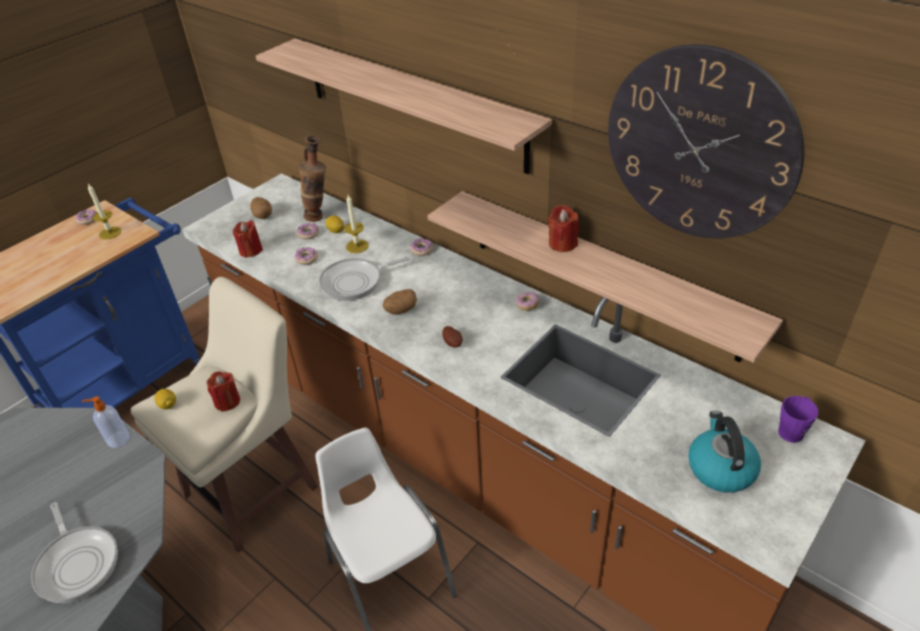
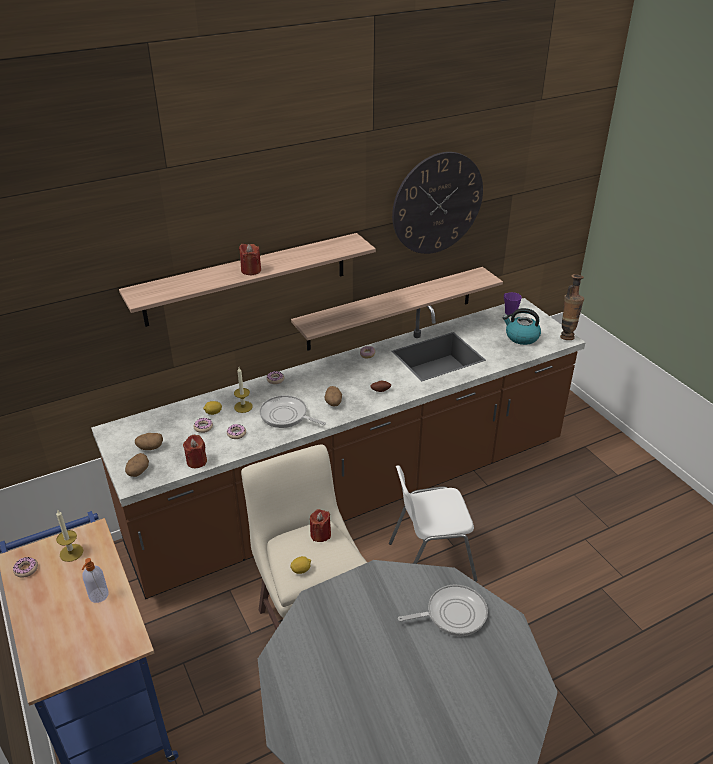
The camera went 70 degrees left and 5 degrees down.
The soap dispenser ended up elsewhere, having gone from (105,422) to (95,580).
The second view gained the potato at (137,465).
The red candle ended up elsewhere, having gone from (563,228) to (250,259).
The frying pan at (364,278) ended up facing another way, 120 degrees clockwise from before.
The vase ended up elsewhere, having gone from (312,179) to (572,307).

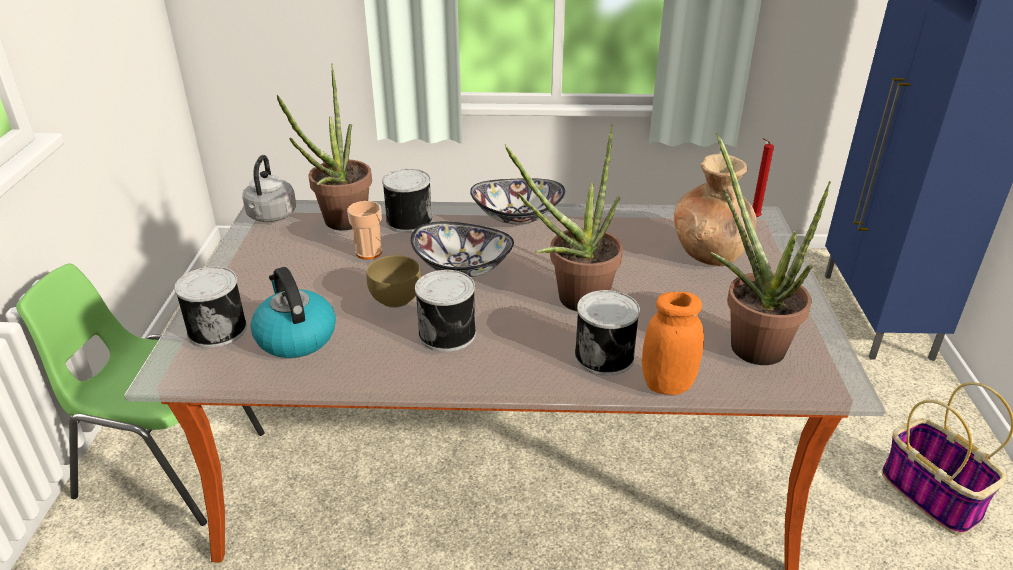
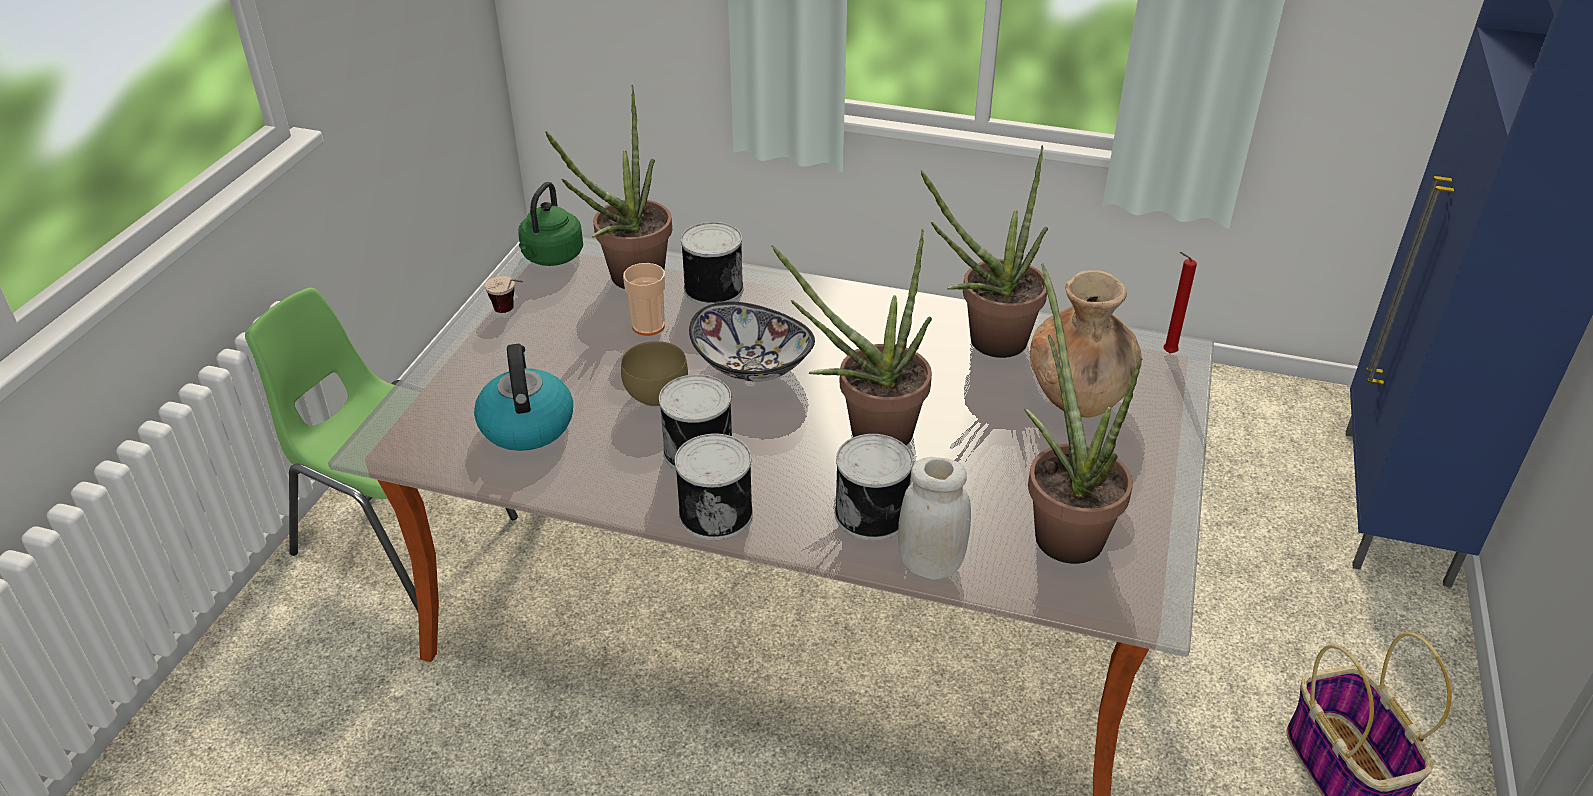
The camera went 15 degrees right and 5 degrees up.
The second view gained the cup at (504,294).
What was the grey kettle at (269,188) turned into the green kettle at (550,224).
The can ended up elsewhere, having gone from (210,307) to (713,486).
What was the orange jar at (673,343) turned into the white jar at (934,518).
The second view gained the potted plant at (984,251).
The second view lost the bowl at (517,201).

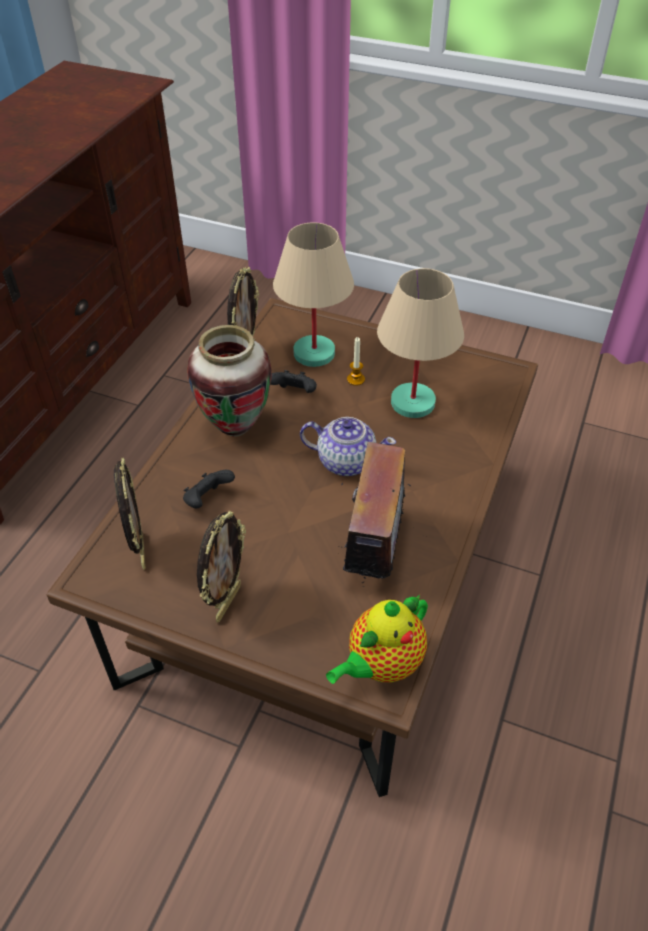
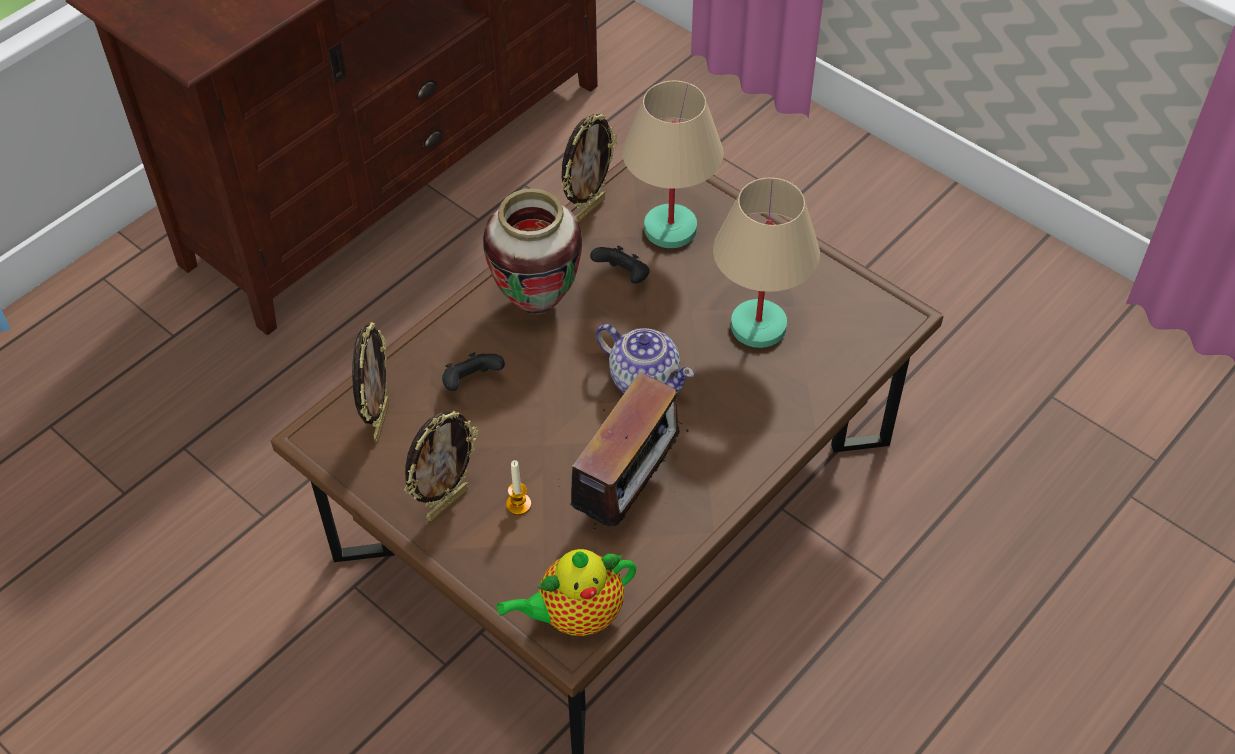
The camera went 20 degrees right and 5 degrees up.
The candle ended up elsewhere, having gone from (356,361) to (518,487).

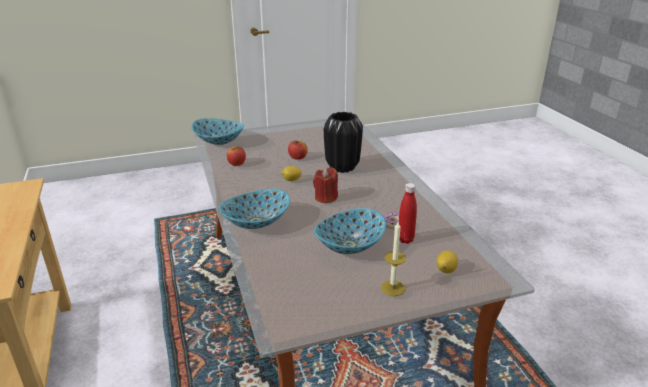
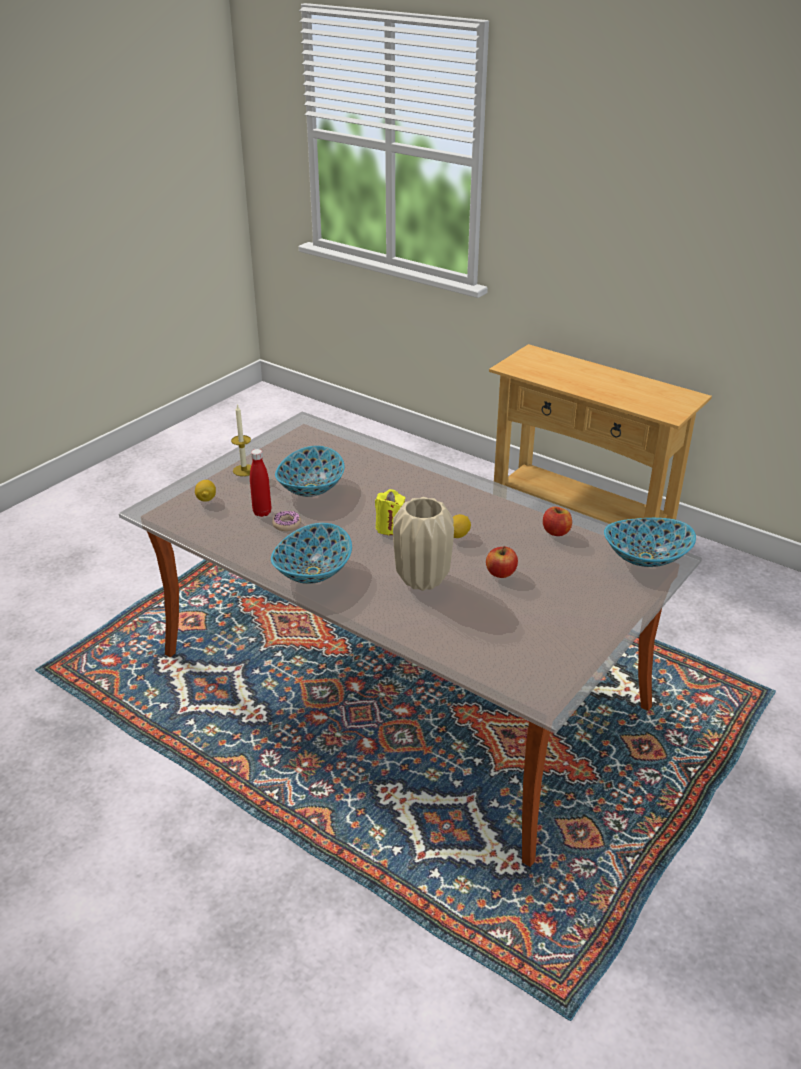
The camera went 145 degrees right and 5 degrees up.
The bowl ended up elsewhere, having gone from (254,209) to (311,553).
What was the red candle at (325,185) turned into the yellow candle at (390,512).
What was the black vase at (343,142) turned into the beige vase at (423,544).

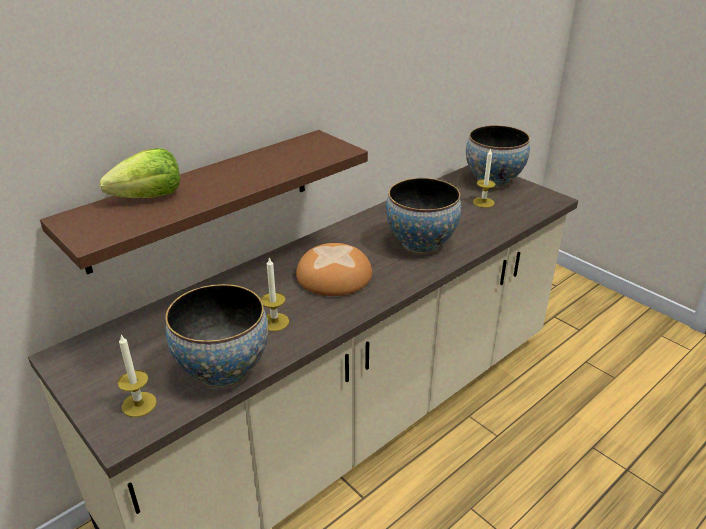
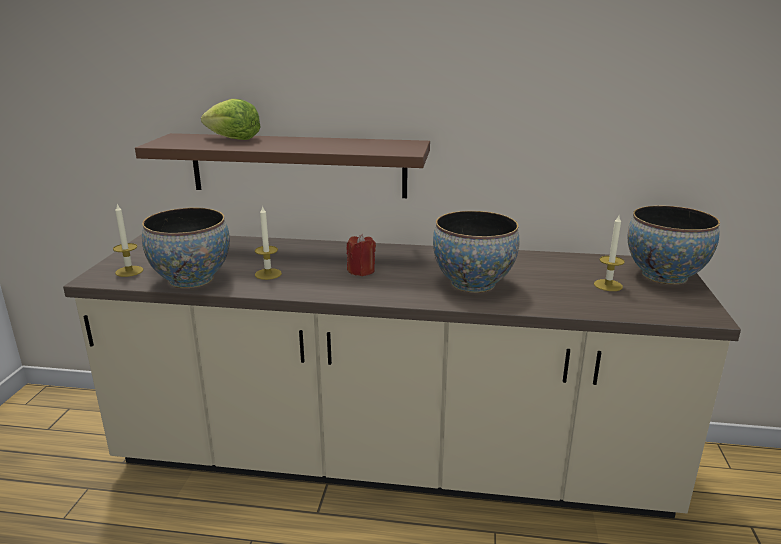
The camera went 50 degrees right and 10 degrees down.
Where the bread stood at (334,269), the red candle came to stand at (361,255).

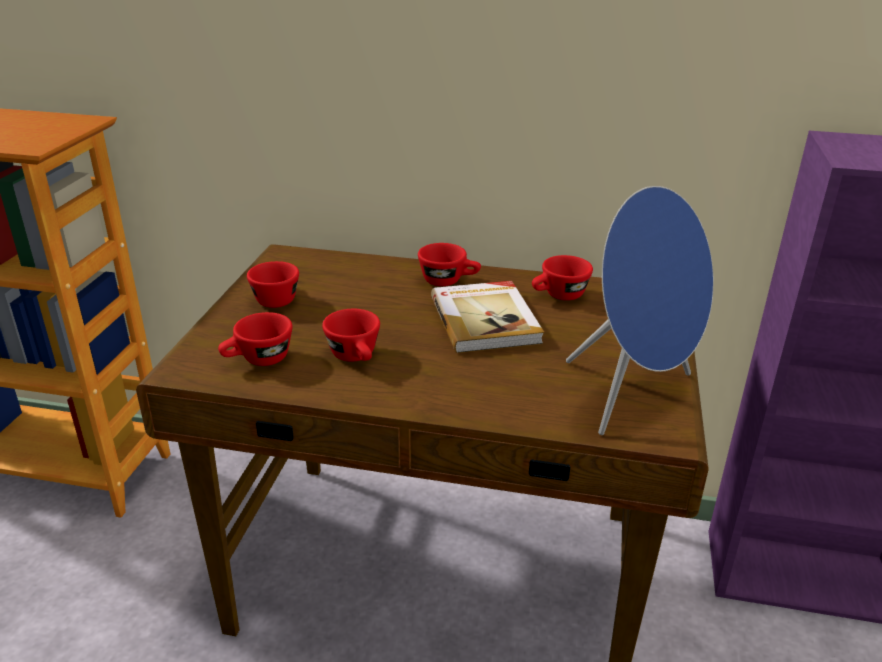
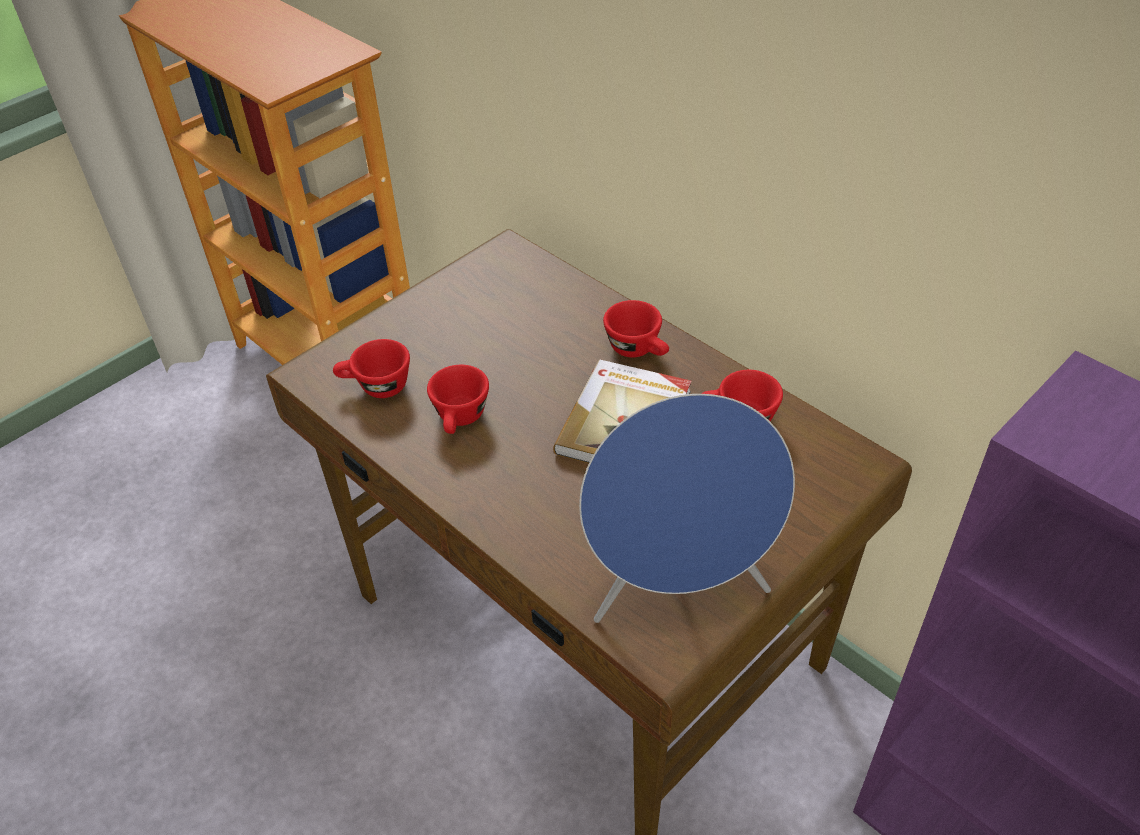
The camera went 35 degrees right and 15 degrees up.
The second view lost the red cup at (273,284).

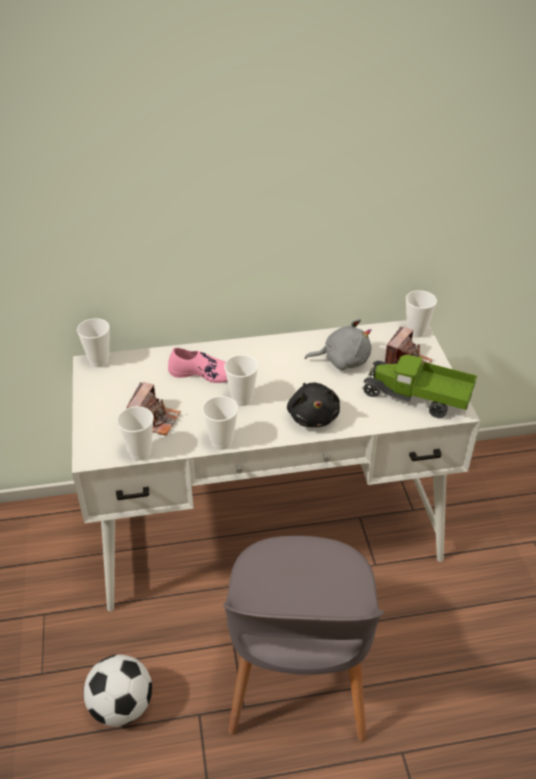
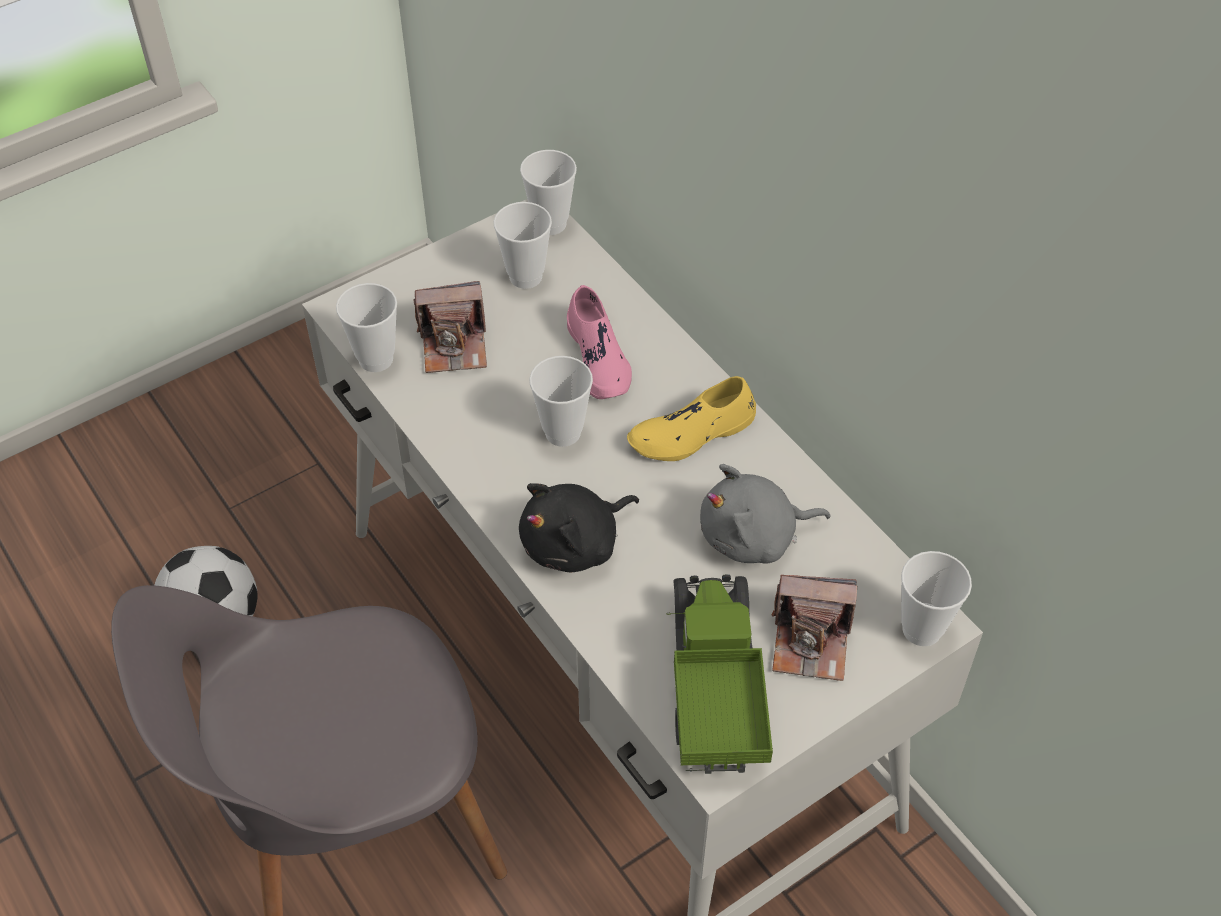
The camera went 65 degrees right and 10 degrees up.
The cup ended up elsewhere, having gone from (220,423) to (522,245).
The second view gained the yellow shoe at (691,418).
The grey plush toy at (338,344) ended up facing another way, 105 degrees clockwise from before.

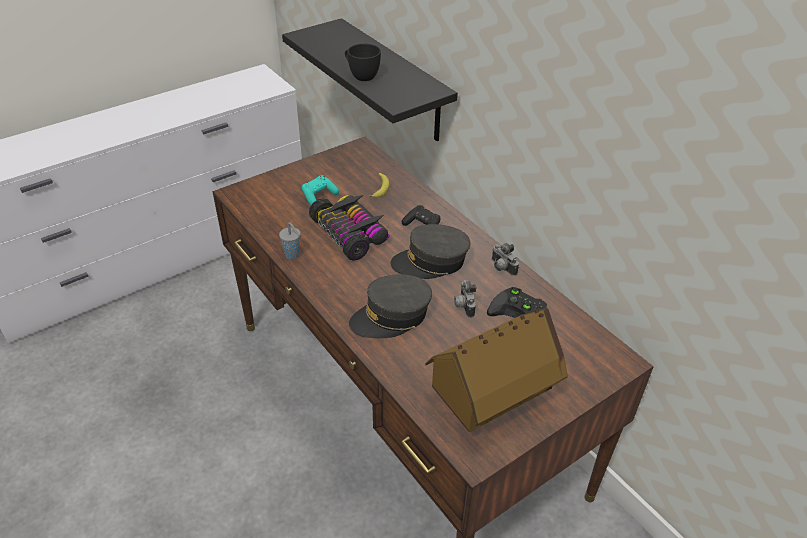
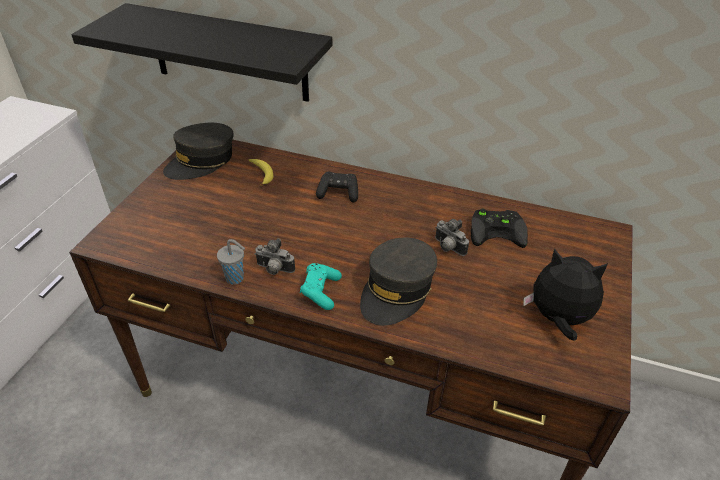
The camera went 35 degrees left and 0 degrees up.
The grey cap ended up elsewhere, having gone from (430,251) to (198,151).
The photo camera ended up elsewhere, having gone from (505,259) to (275,256).
The turquoise game controller ended up elsewhere, having gone from (320,190) to (321,286).
Where the toy house stood at (496,370), the plush toy came to stand at (565,294).
The second view lost the toy car at (349,228).
The second view lost the black cup at (363,62).

